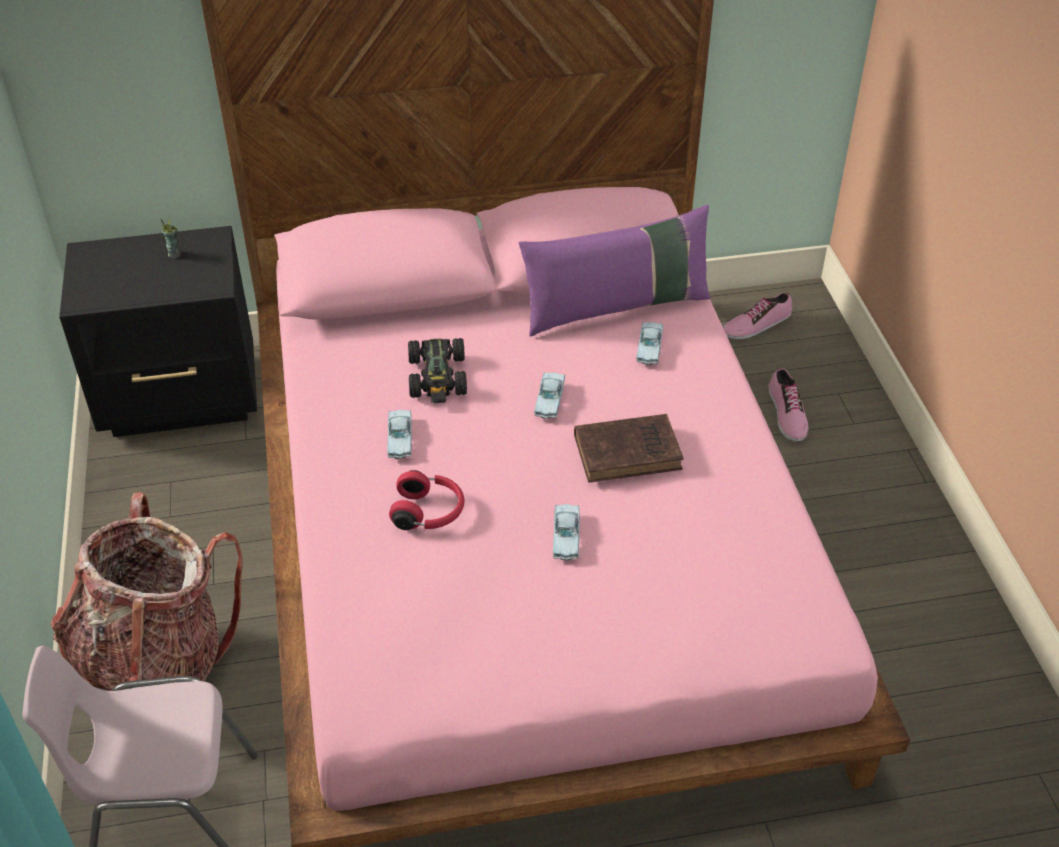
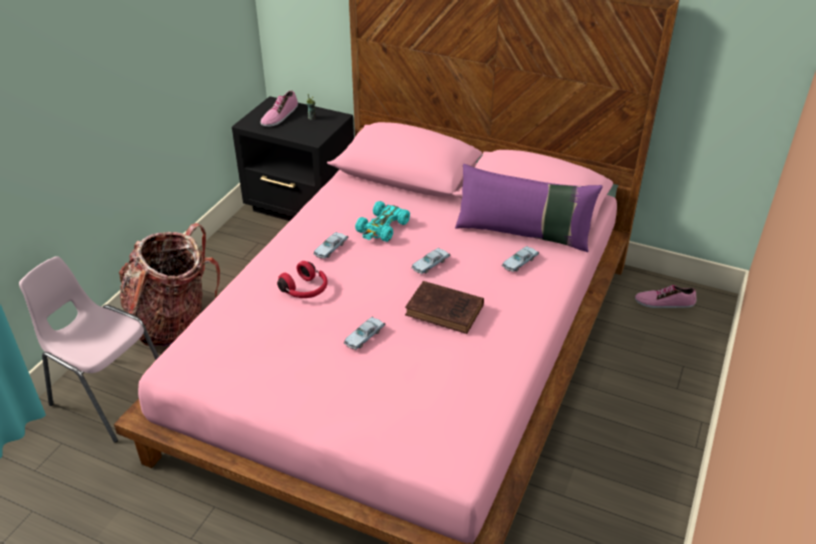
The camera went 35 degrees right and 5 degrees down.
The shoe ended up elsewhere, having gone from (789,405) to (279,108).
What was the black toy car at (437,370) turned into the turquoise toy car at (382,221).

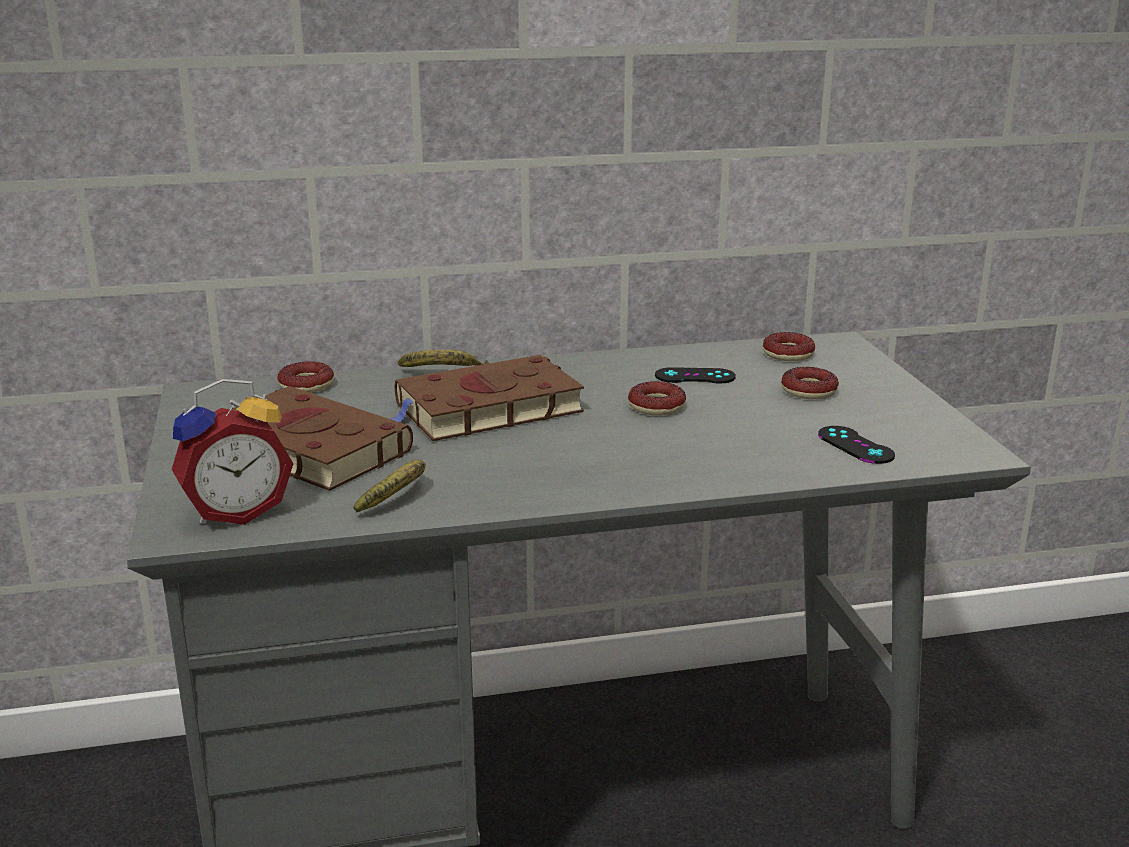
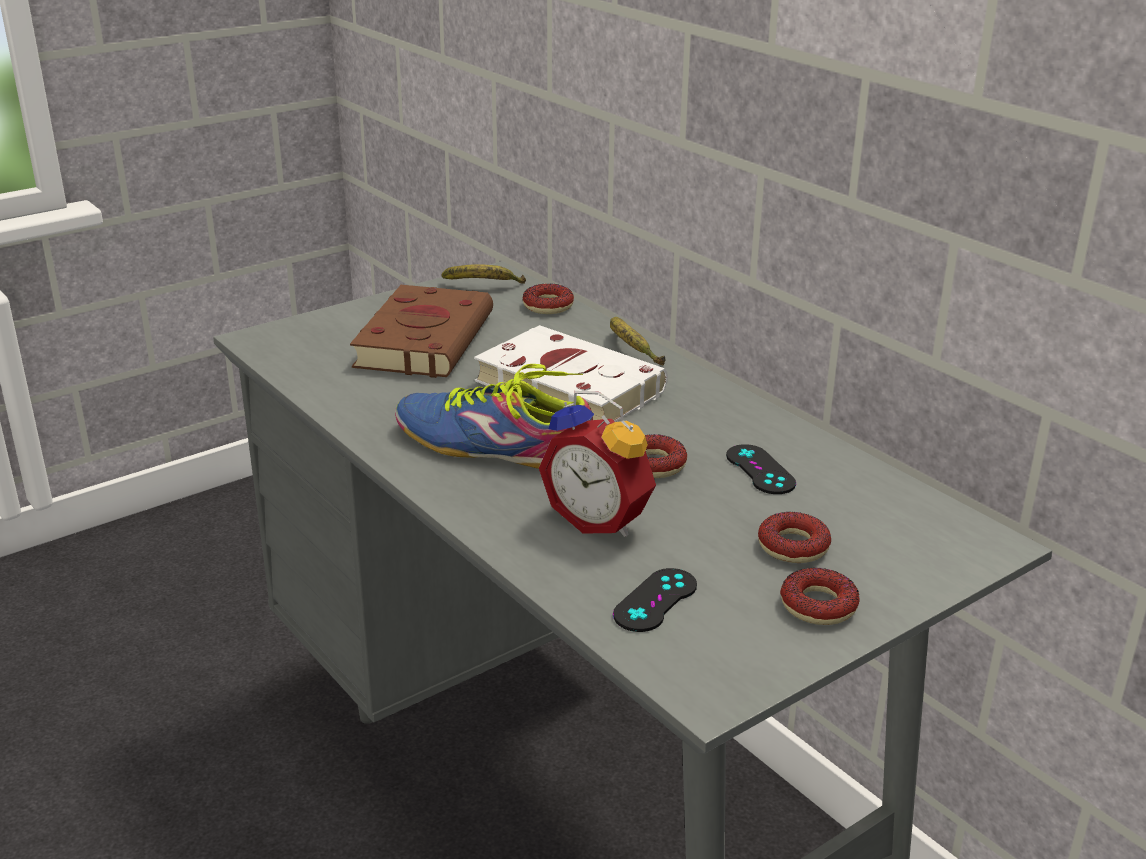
The camera went 65 degrees right and 5 degrees up.
The second view gained the shoe at (494,416).
The banana ended up elsewhere, having gone from (389,486) to (483,274).
What was the brown book at (487,398) turned into the white book at (571,373).
The alarm clock ended up elsewhere, having gone from (233,452) to (597,464).
The donut ended up elsewhere, having gone from (789,346) to (820,596).

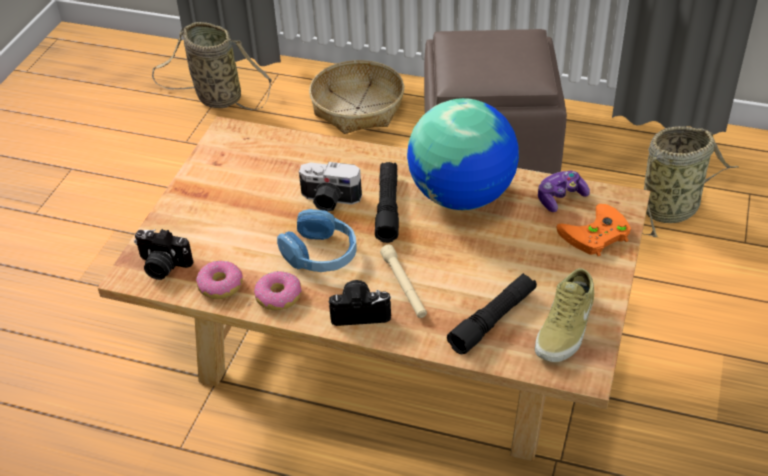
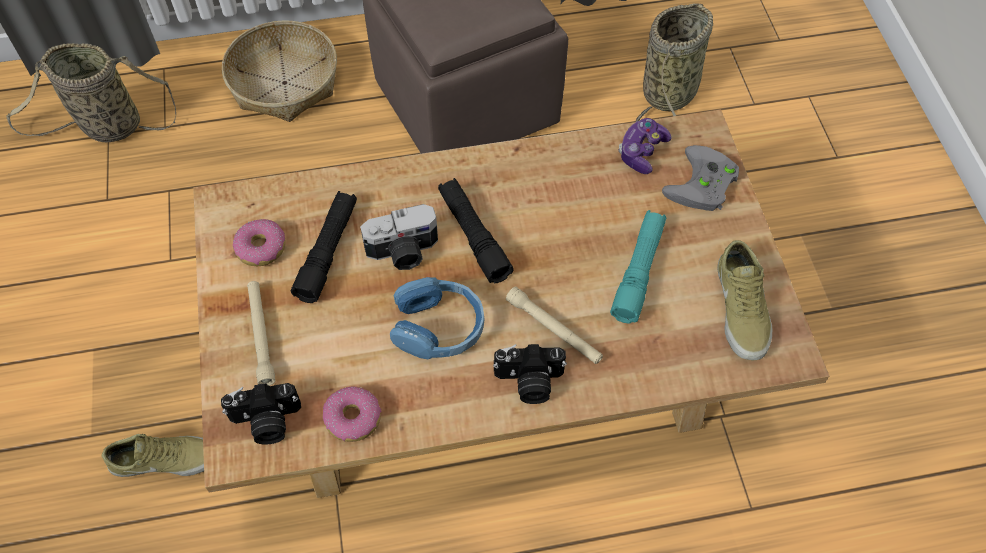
The camera went 30 degrees left and 15 degrees up.
The second view gained the beige shoe at (153,455).
The donut ended up elsewhere, having gone from (278,290) to (259,243).
The second view gained the beige flashlight at (261,333).
The black flashlight ended up elsewhere, having gone from (492,313) to (324,247).
The photo camera at (360,303) ended up facing another way, 150 degrees counterclockwise from before.
The second view gained the turquoise flashlight at (638,267).
What was the orange game controller at (593,230) turned into the grey game controller at (700,178).
The second view lost the globe at (463,154).

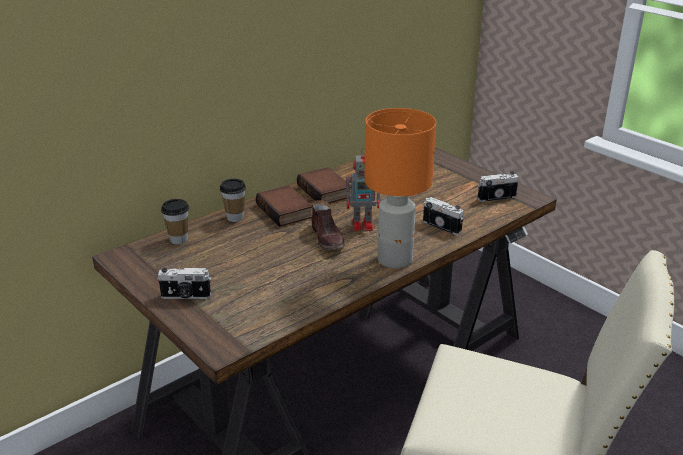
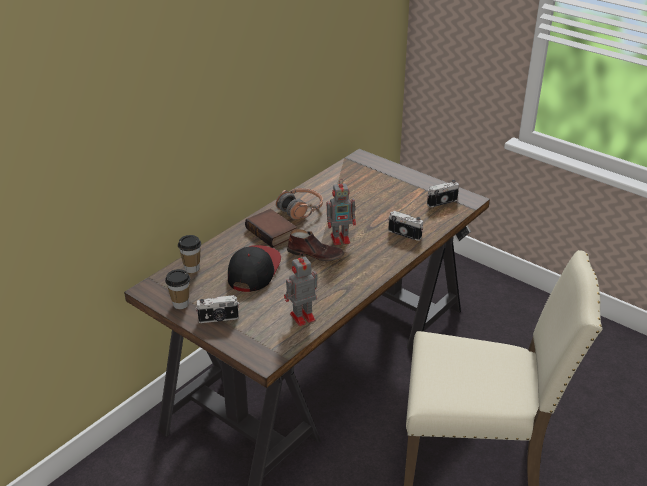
The camera went 10 degrees left and 5 degrees up.
The cup ended up elsewhere, having gone from (233,200) to (177,289).
The second view gained the cap at (254,268).
Where the book stood at (324,185), the headphones came to stand at (299,204).
The second view gained the toy robot at (301,289).
The brown shoe at (328,225) ended up facing another way, 45 degrees counterclockwise from before.
The second view lost the orange table lamp at (400,188).

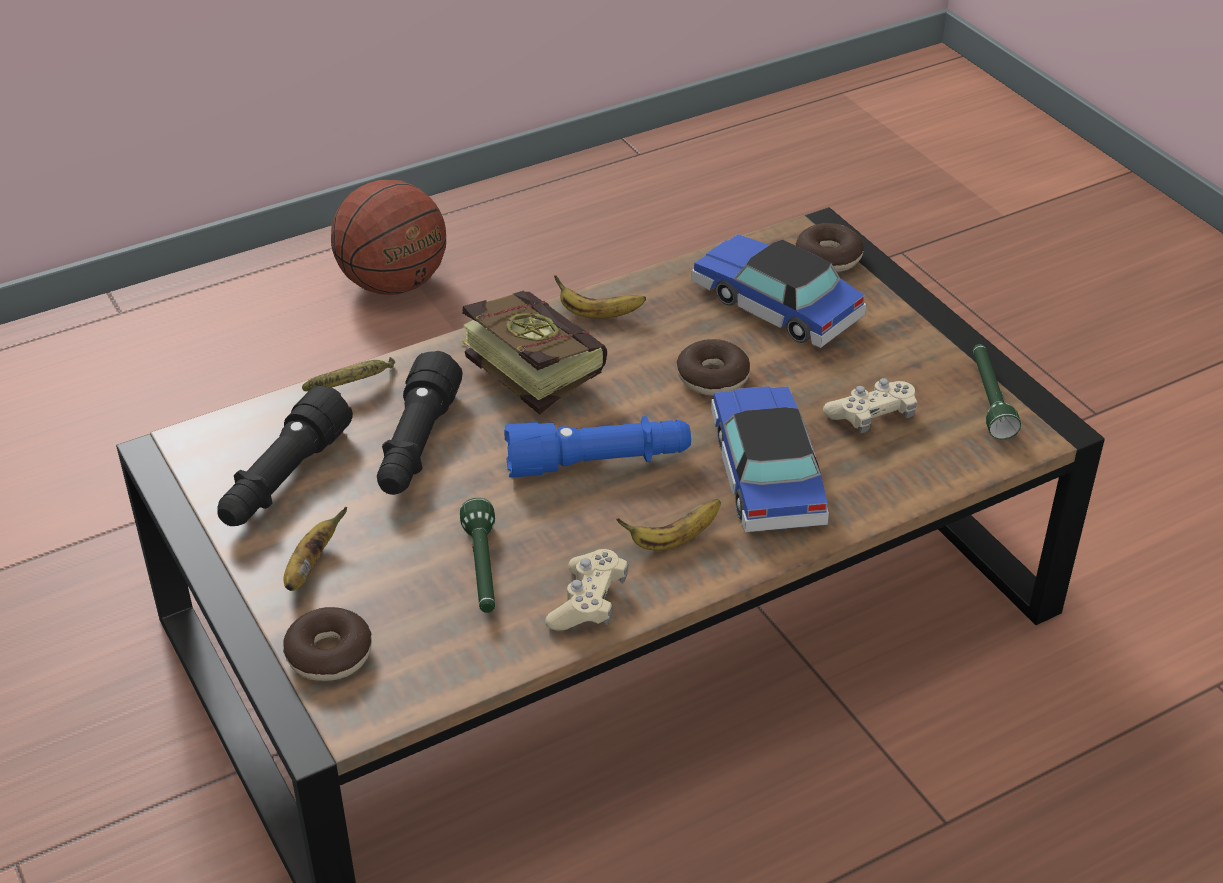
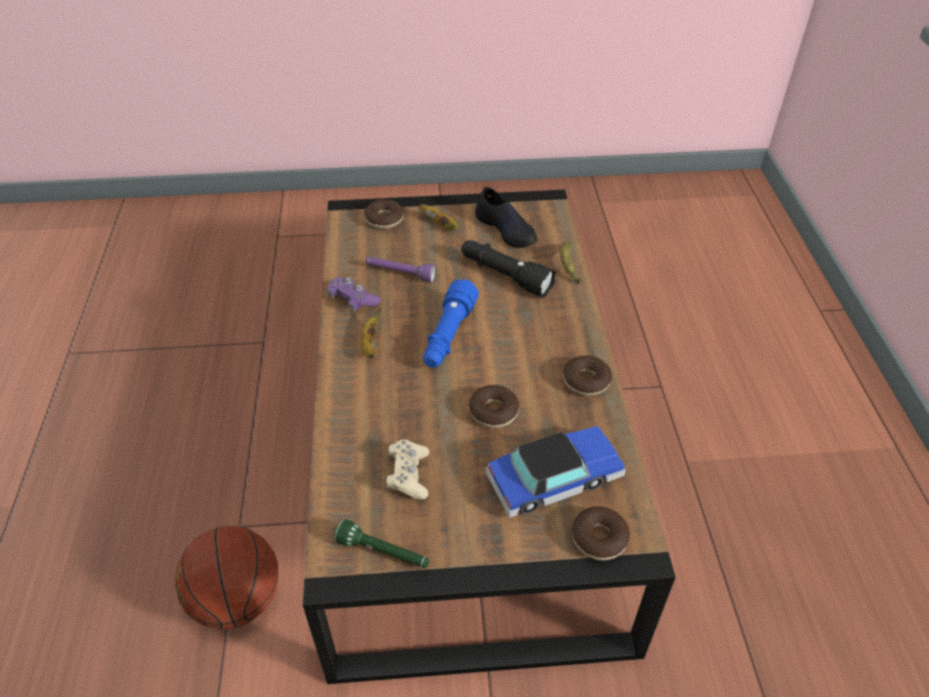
The camera went 115 degrees right and 5 degrees up.
The basketball ended up elsewhere, having gone from (388,237) to (226,577).
What was the beige game controller at (586,590) turned into the purple game controller at (354,294).
What was the green flashlight at (477,555) turned into the purple flashlight at (401,270).
Where the black flashlight stood at (285,456), the black shoe came to stand at (506,217).
Where the banana stood at (600,297), the donut came to stand at (587,375).
The second view lost the book at (534,352).
The second view lost the toy car at (770,459).

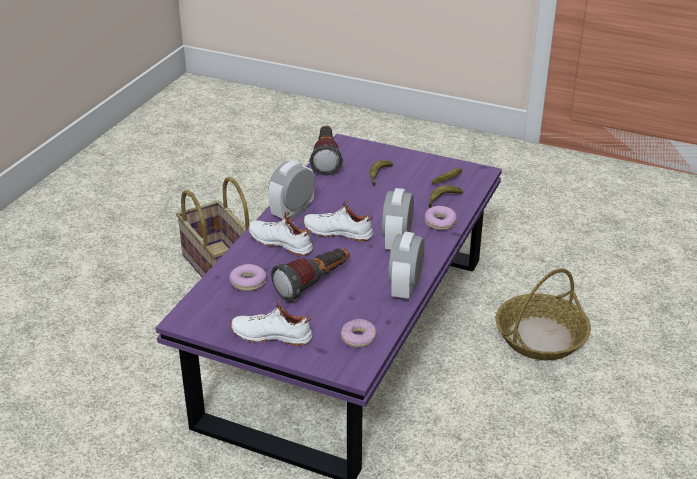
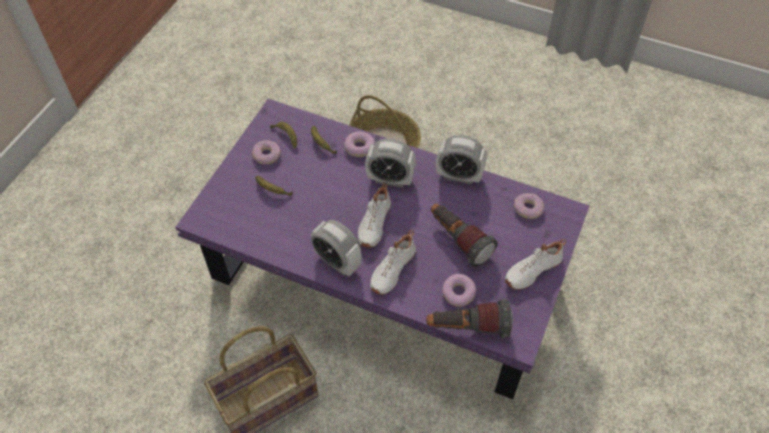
The camera went 90 degrees left and 20 degrees up.
The second view gained the donut at (266,152).
The flashlight ended up elsewhere, having gone from (326,151) to (469,318).
The white shoe at (271,323) ended up facing another way, 45 degrees clockwise from before.

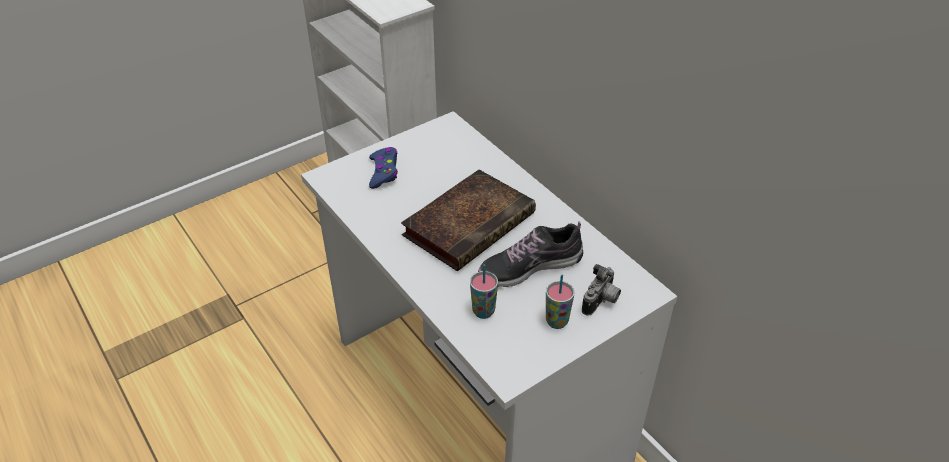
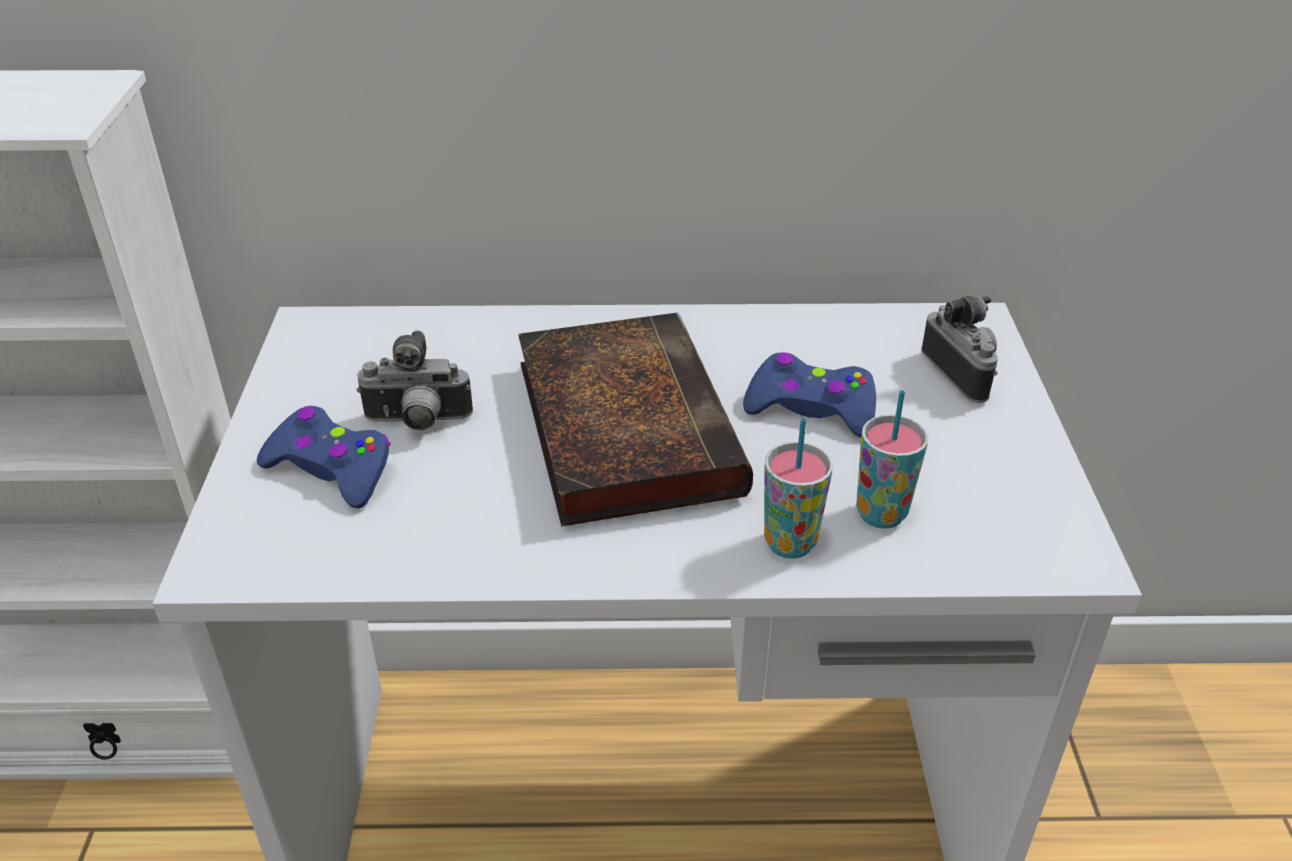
The camera went 55 degrees left and 5 degrees down.
The second view gained the photo camera at (415,380).
Where the shoe stood at (530,254), the blue game controller came to stand at (809,394).
The cup ended up elsewhere, having gone from (560,302) to (798,488).

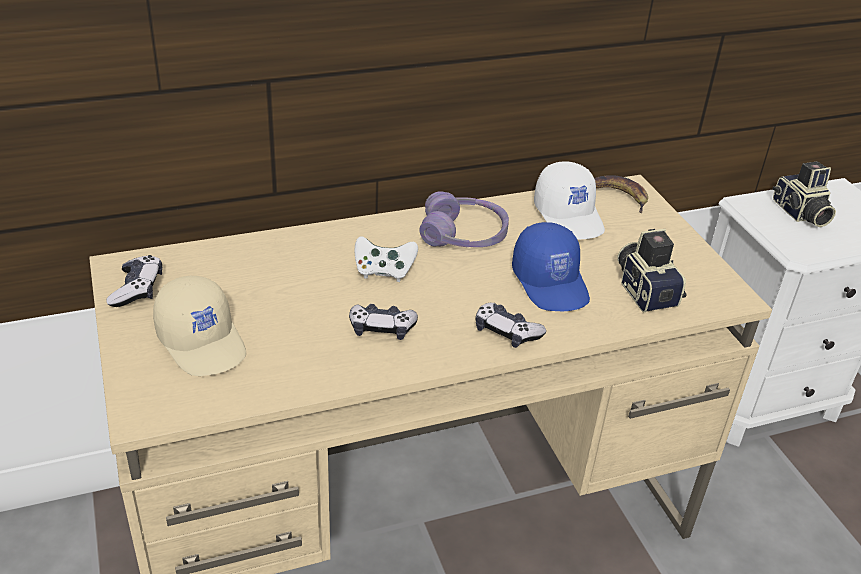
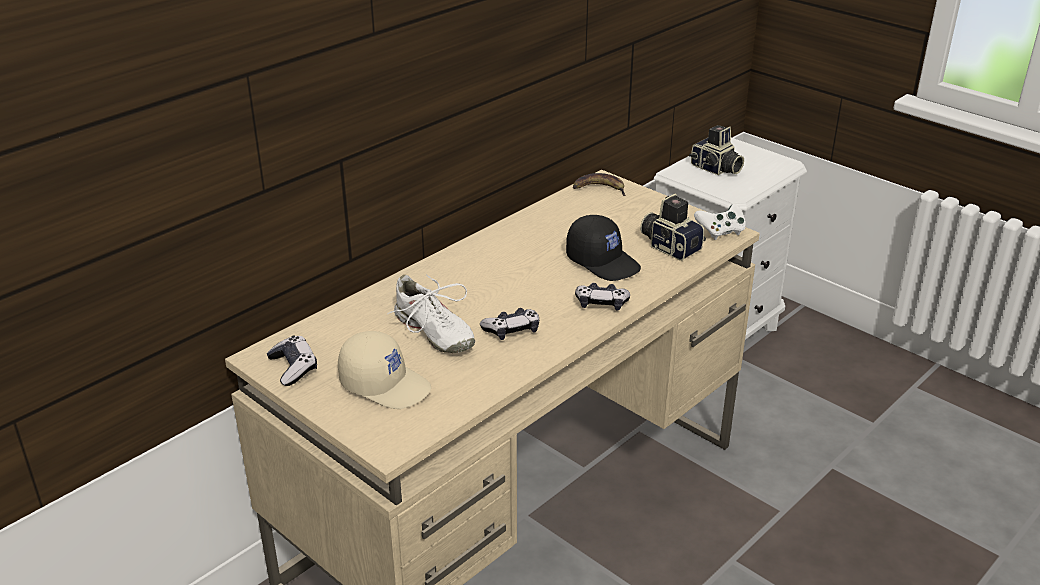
The camera went 25 degrees left and 5 degrees down.
The second view gained the white shoe at (431,313).
What was the blue cap at (551,266) turned into the black cap at (603,248).
The white game controller ended up elsewhere, having gone from (386,259) to (720,222).
The second view lost the purple headphones at (464,219).
The second view lost the white cap at (569,200).

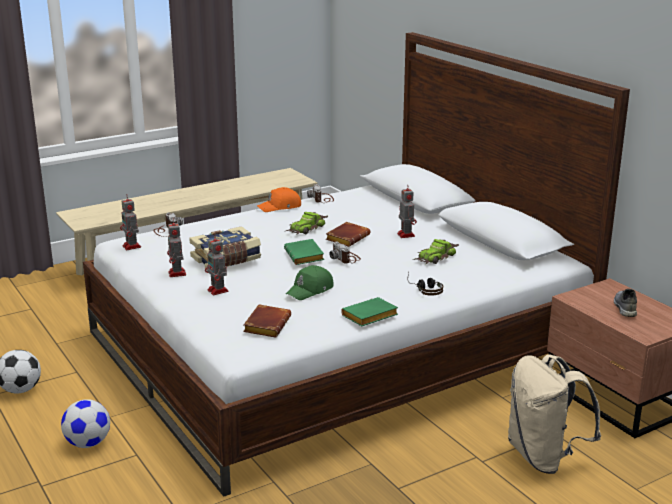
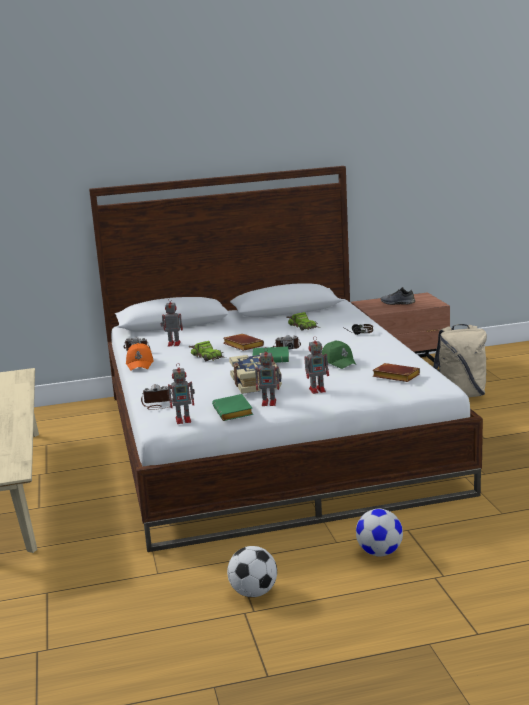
The camera went 70 degrees left and 5 degrees down.
The toy robot ended up elsewhere, having gone from (407,211) to (171,322).
The green book ended up elsewhere, having gone from (369,311) to (232,407).

